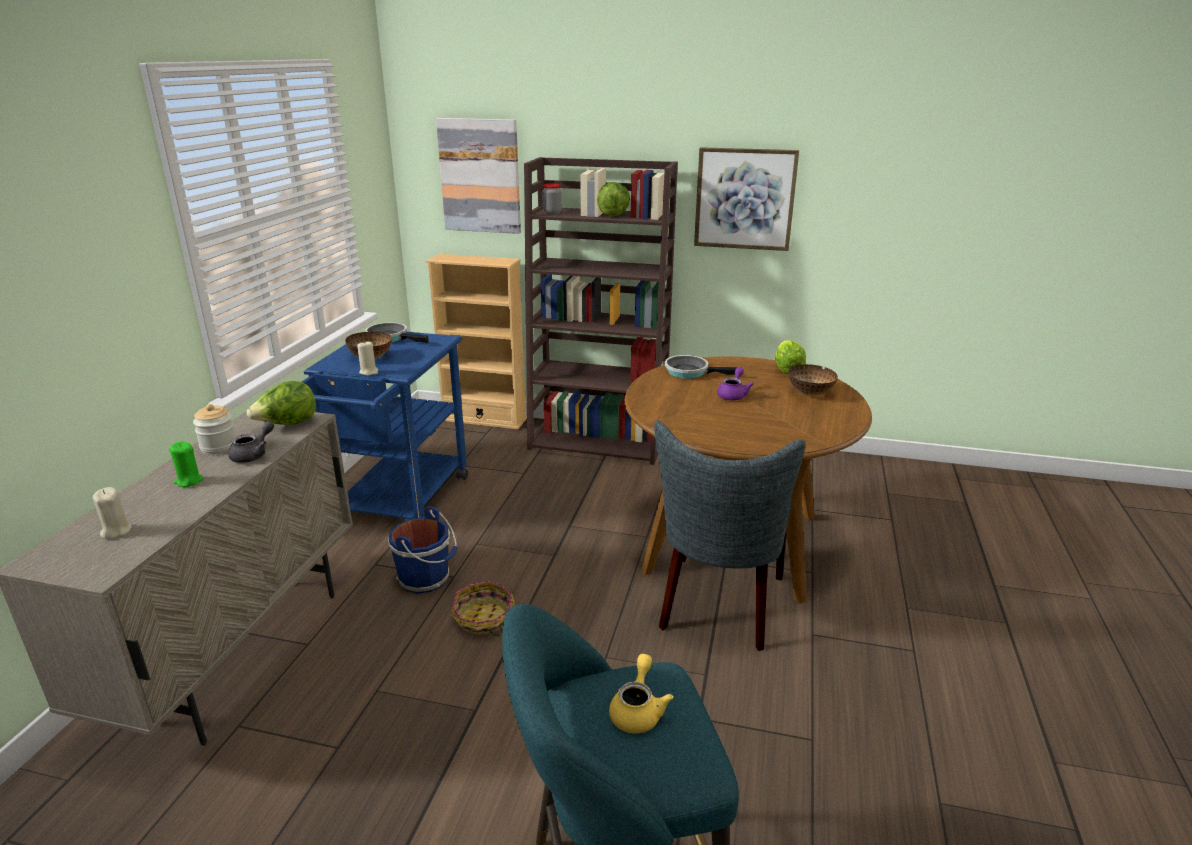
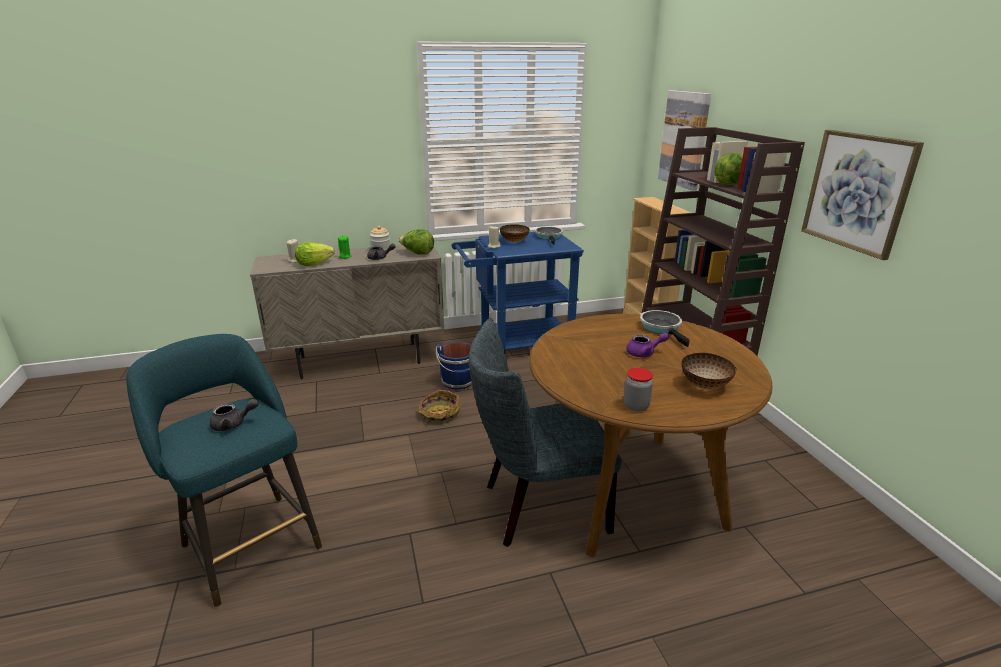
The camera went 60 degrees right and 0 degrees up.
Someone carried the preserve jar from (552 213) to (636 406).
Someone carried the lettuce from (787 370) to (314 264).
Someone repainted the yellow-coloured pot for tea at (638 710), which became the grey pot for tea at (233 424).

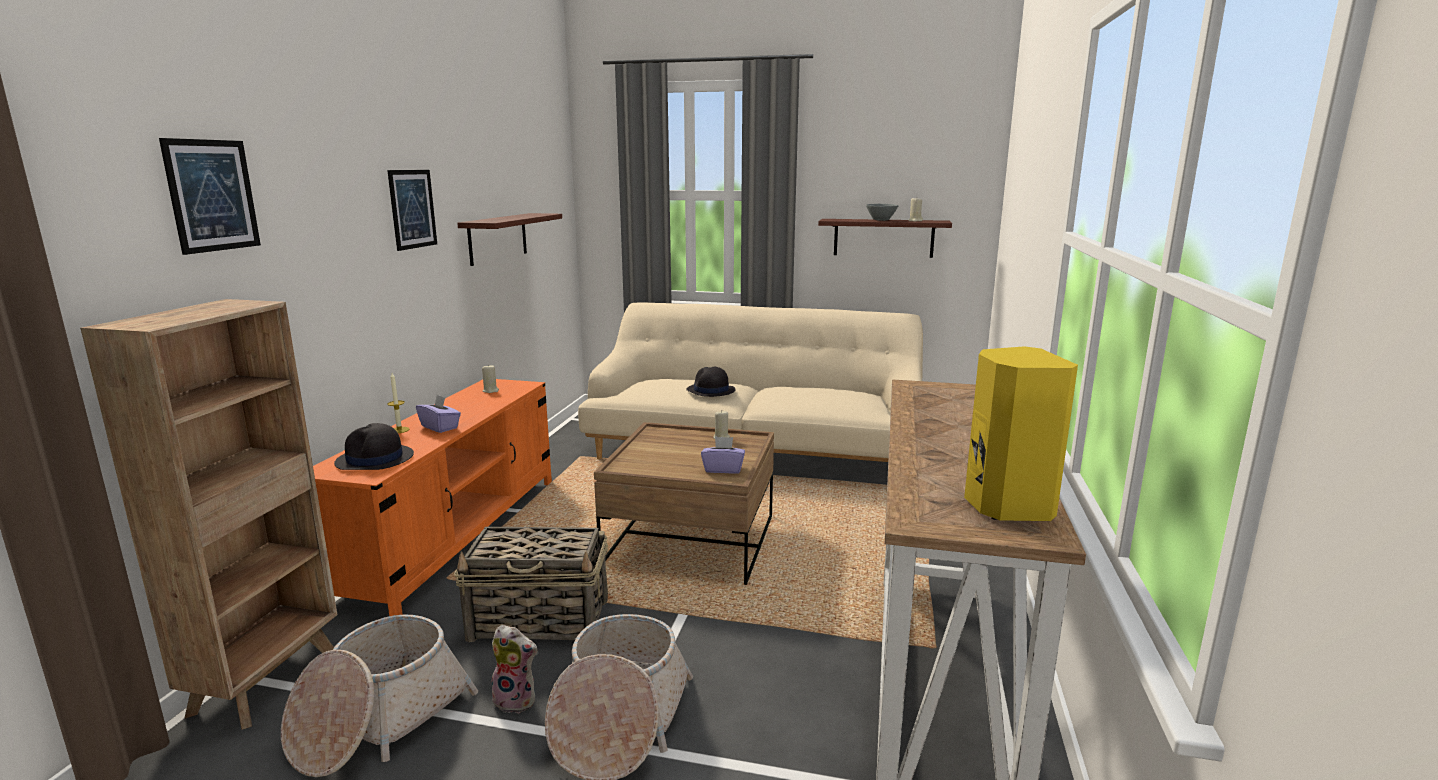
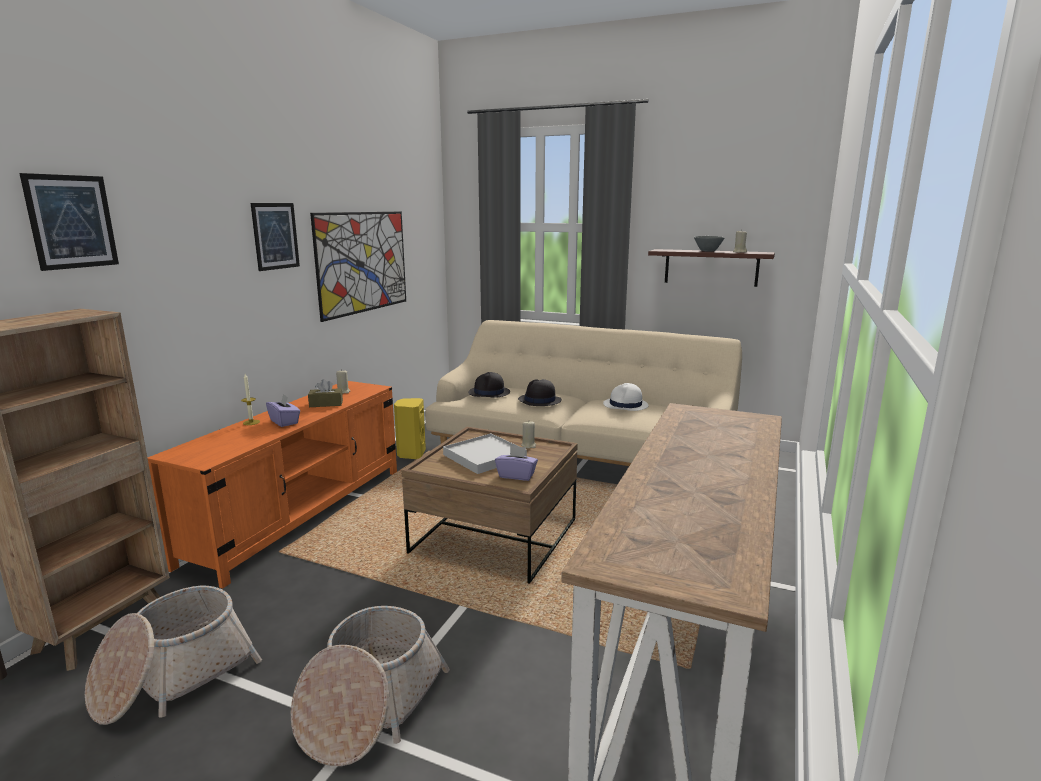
The camera went 10 degrees right and 0 degrees up.
Someone swapped the bracket shelf at (498 238) for the wall art at (363 262).
Someone carried the yellow-coloured audio speaker from (1005 506) to (411 454).
Someone carried the black-coloured wearable hat from (375 460) to (489 393).
Someone took away the household basket at (541 620).
Someone took away the cuddly toy at (517 700).
Someone put down the brown-coloured box of tissues at (326 404).
Someone put down the white-coloured wearable hat at (625 405).
Someone put down the white-coloured tray at (484 456).

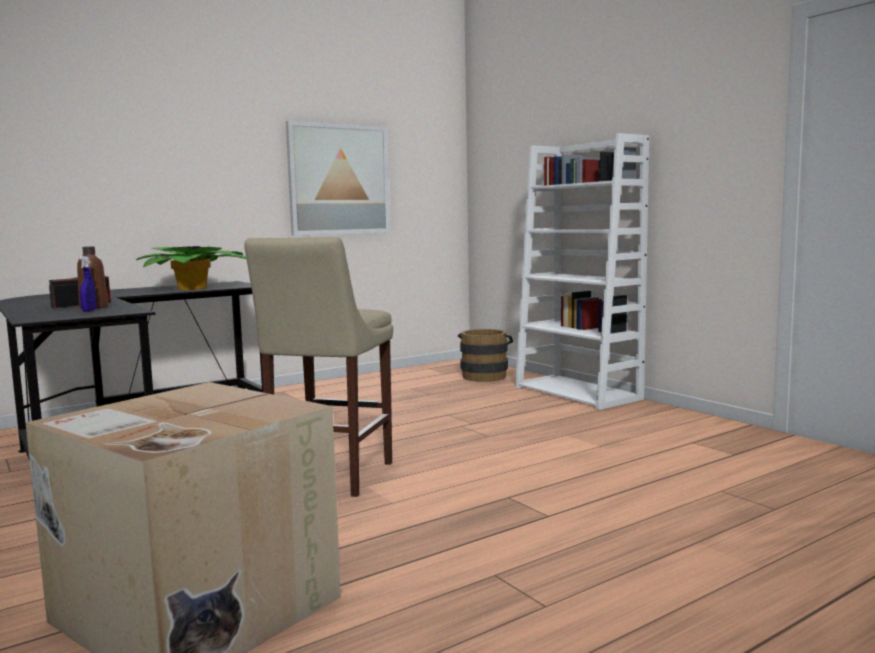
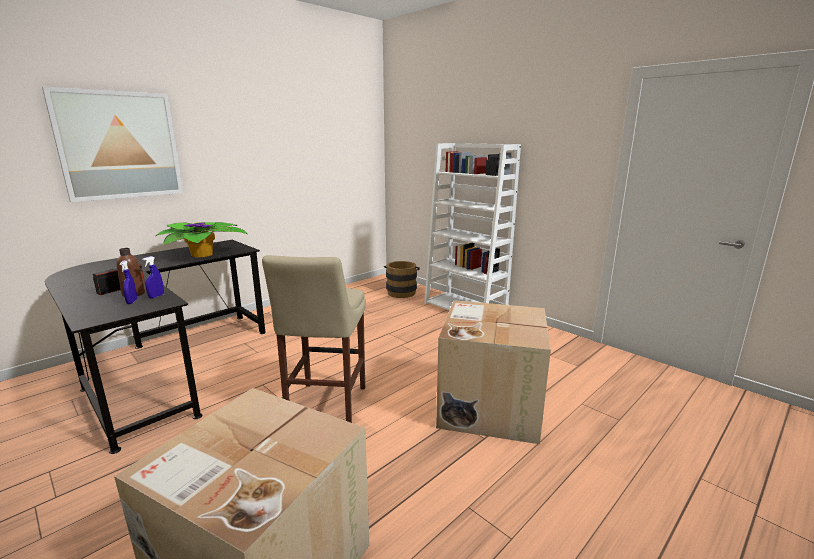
The camera went 10 degrees left and 10 degrees up.
Someone carried the wall art from (339 179) to (119 145).
Someone put down the blue spray bottle at (156 296).
Someone put down the cardboard box at (488 405).

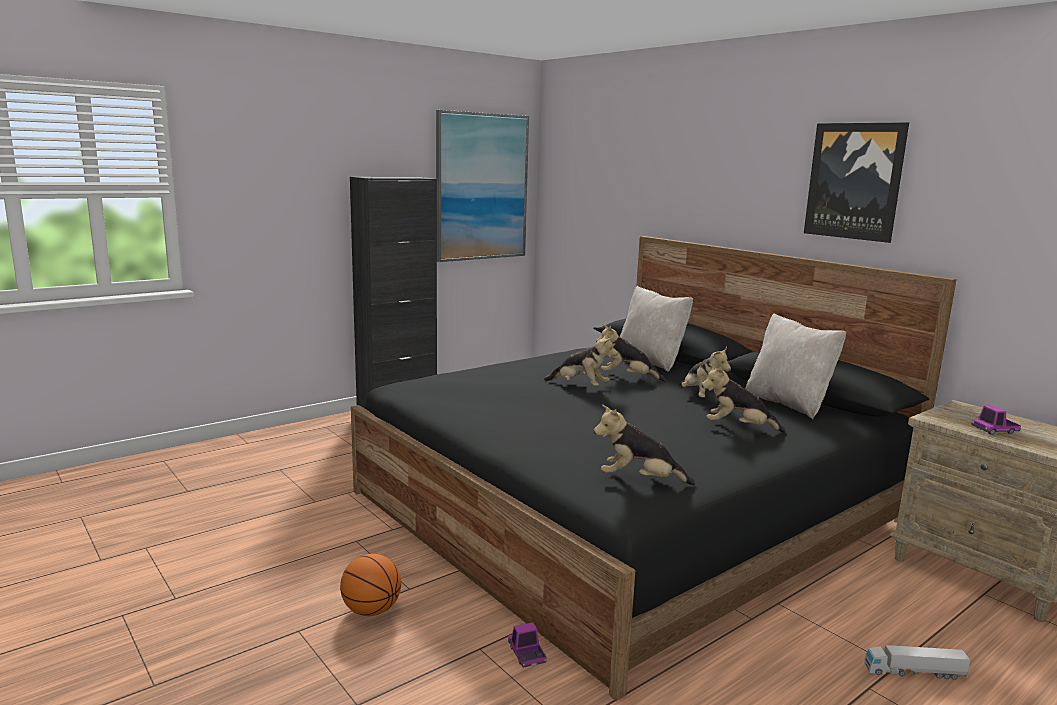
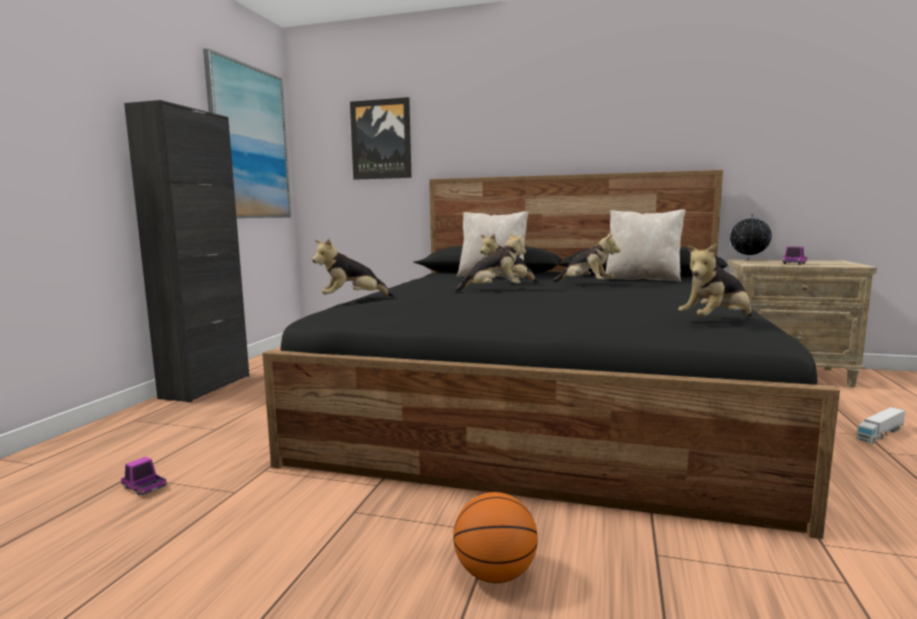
The camera went 35 degrees left and 5 degrees down.
Someone carried the wall art from (854 181) to (381 139).
Someone carried the cuddly toy from (738 428) to (352 299).
Someone carried the toy truck from (526 654) to (144 487).
Someone put down the desk globe at (748 260).

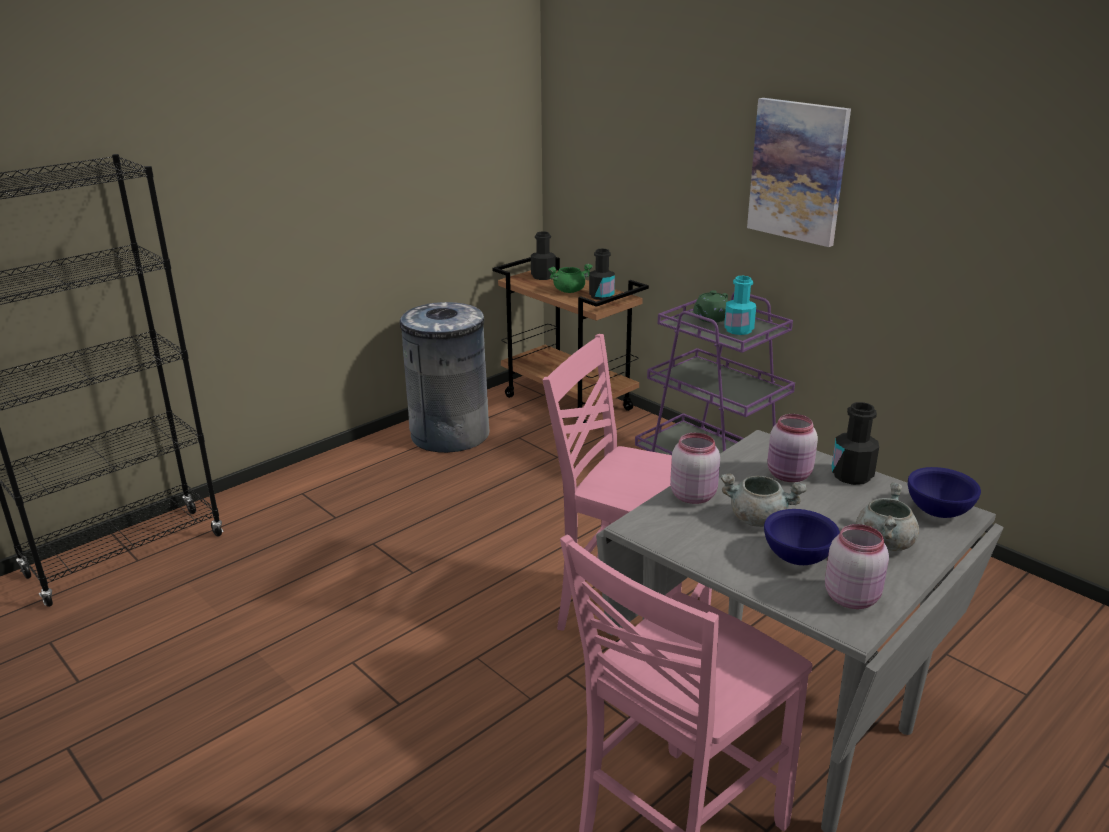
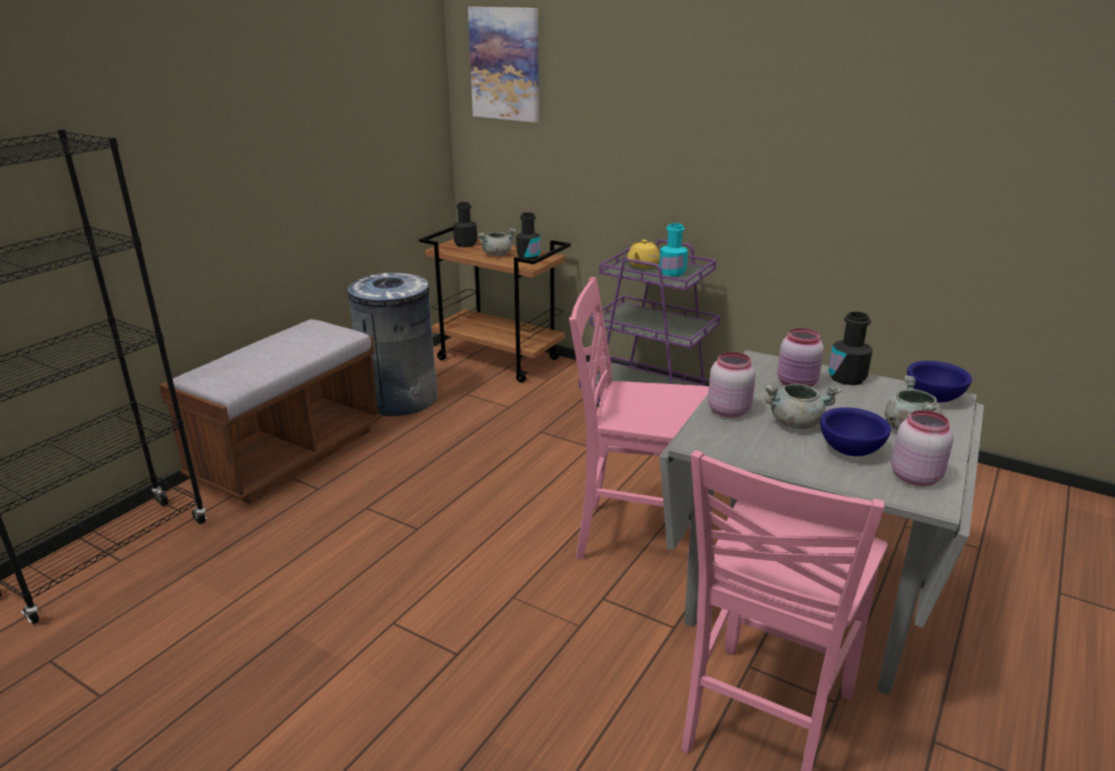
The camera went 15 degrees left and 0 degrees up.
Someone carried the wall art from (798 171) to (505 64).
Someone repainted the greenish cooking pot at (569 291), which became the grey cooking pot at (497 254).
Someone repainted the greenish pot for tea at (710 318), which became the yellow-coloured pot for tea at (642 265).
Someone put down the brown-coloured long seat at (289 454).

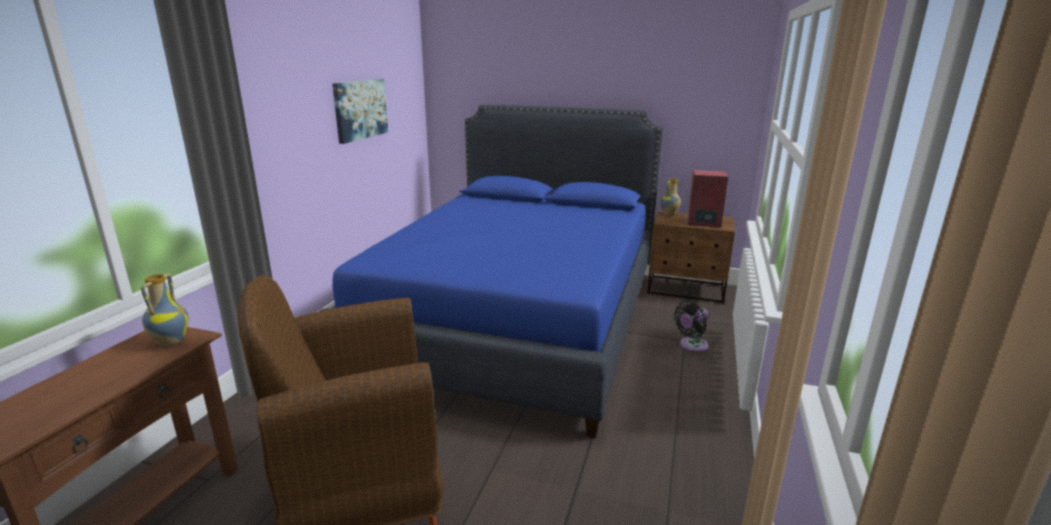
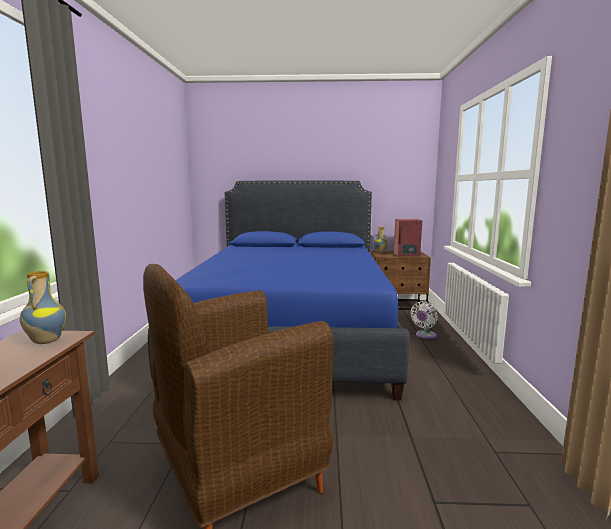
The camera went 15 degrees left and 10 degrees down.
Someone took away the wall art at (360 109).
Someone repainted the black-coloured cooling fan at (691 346), which became the white-coloured cooling fan at (425 336).

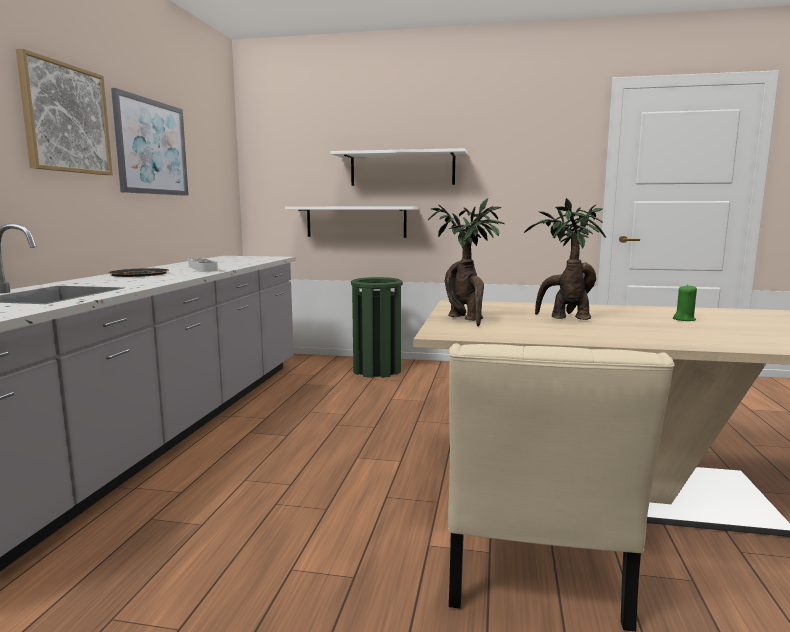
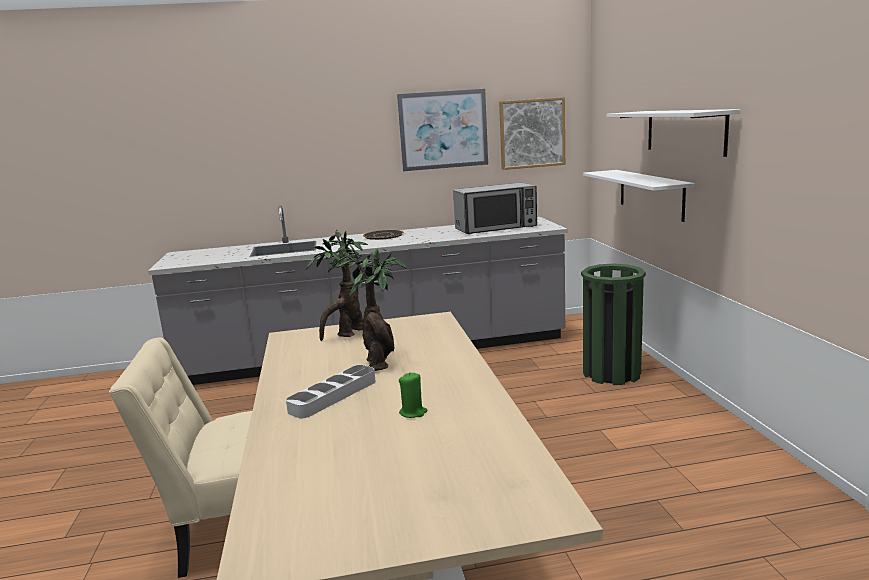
The camera went 70 degrees right and 5 degrees up.
Someone carried the wall art from (66 118) to (532 133).
Someone carried the grey tray from (202 268) to (333 396).
Someone put down the kitchen microwave at (496 228).

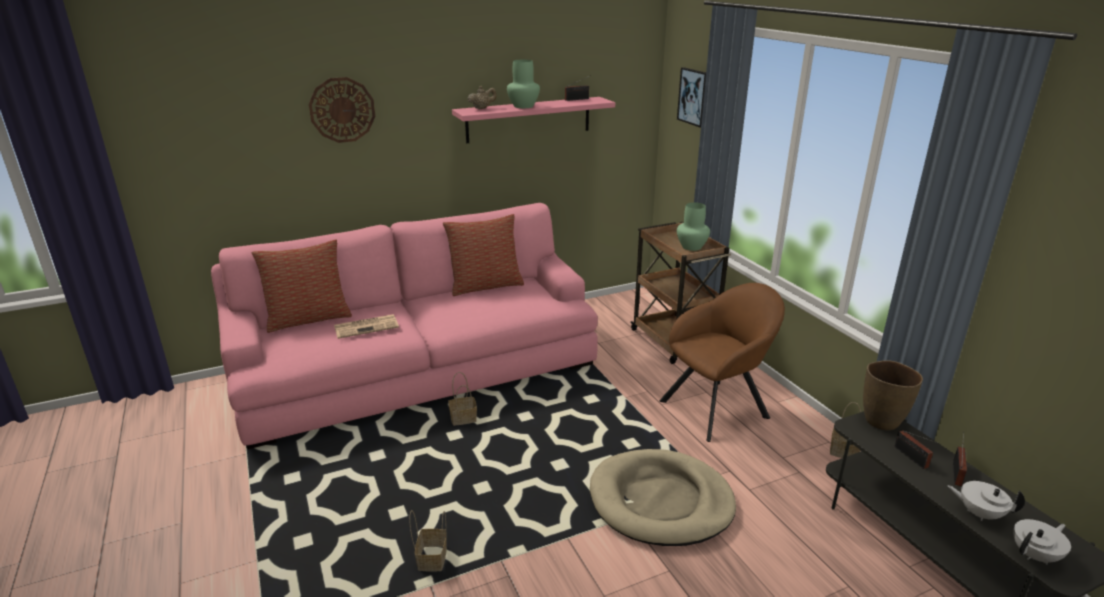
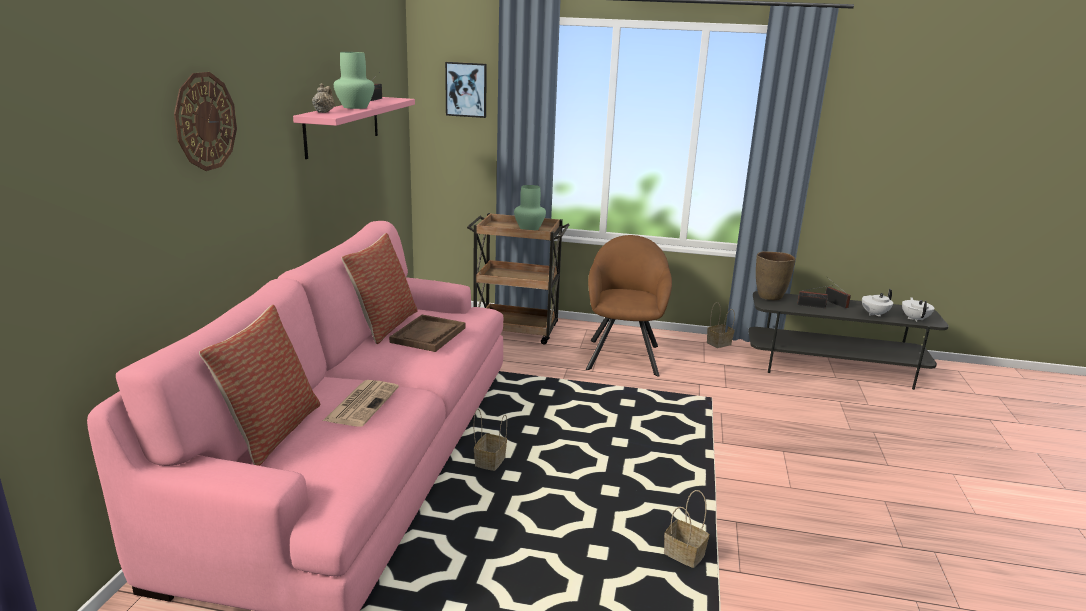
The camera went 55 degrees left and 5 degrees down.
Someone took away the beige dog bed at (660 501).
Someone put down the brown-coloured tray at (428 335).

